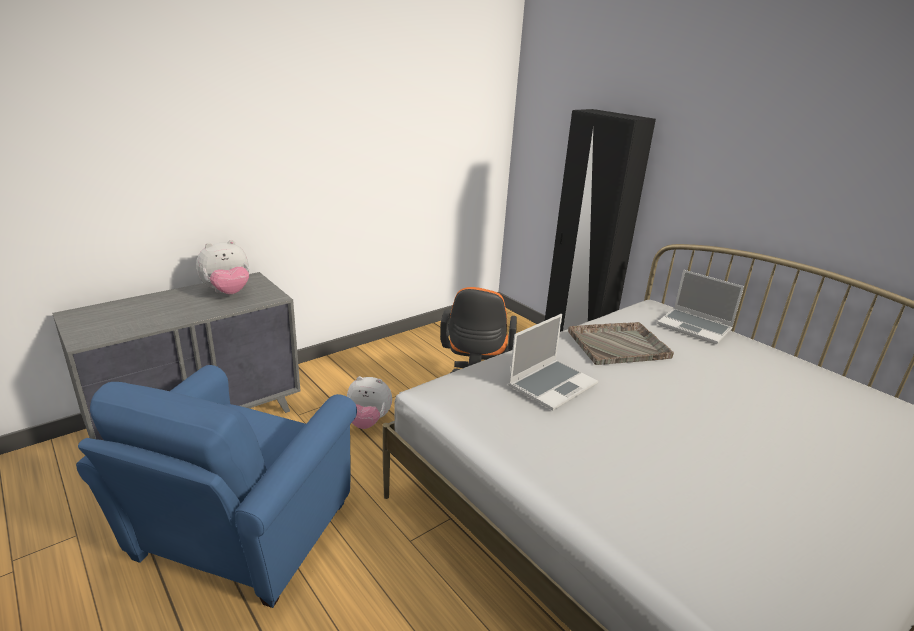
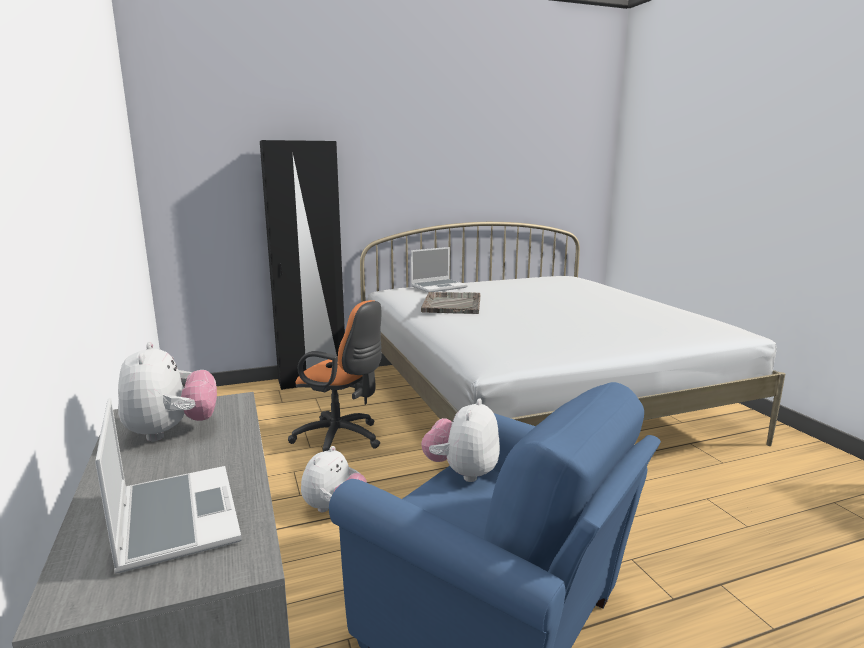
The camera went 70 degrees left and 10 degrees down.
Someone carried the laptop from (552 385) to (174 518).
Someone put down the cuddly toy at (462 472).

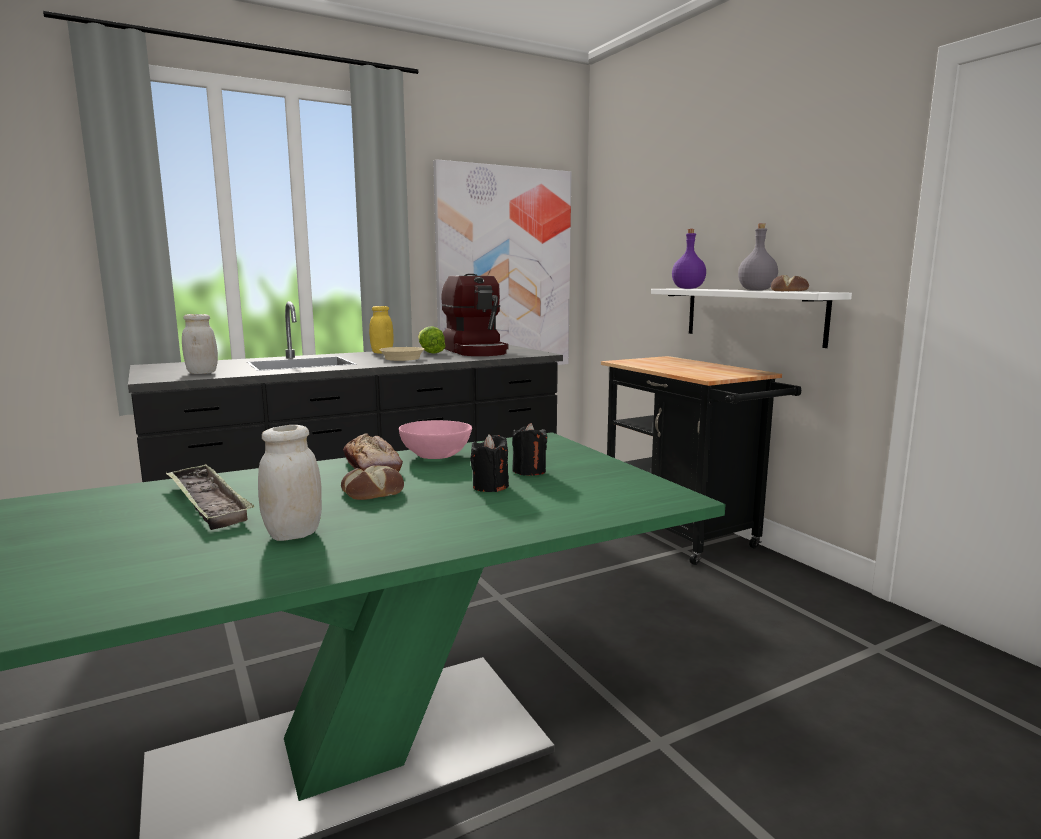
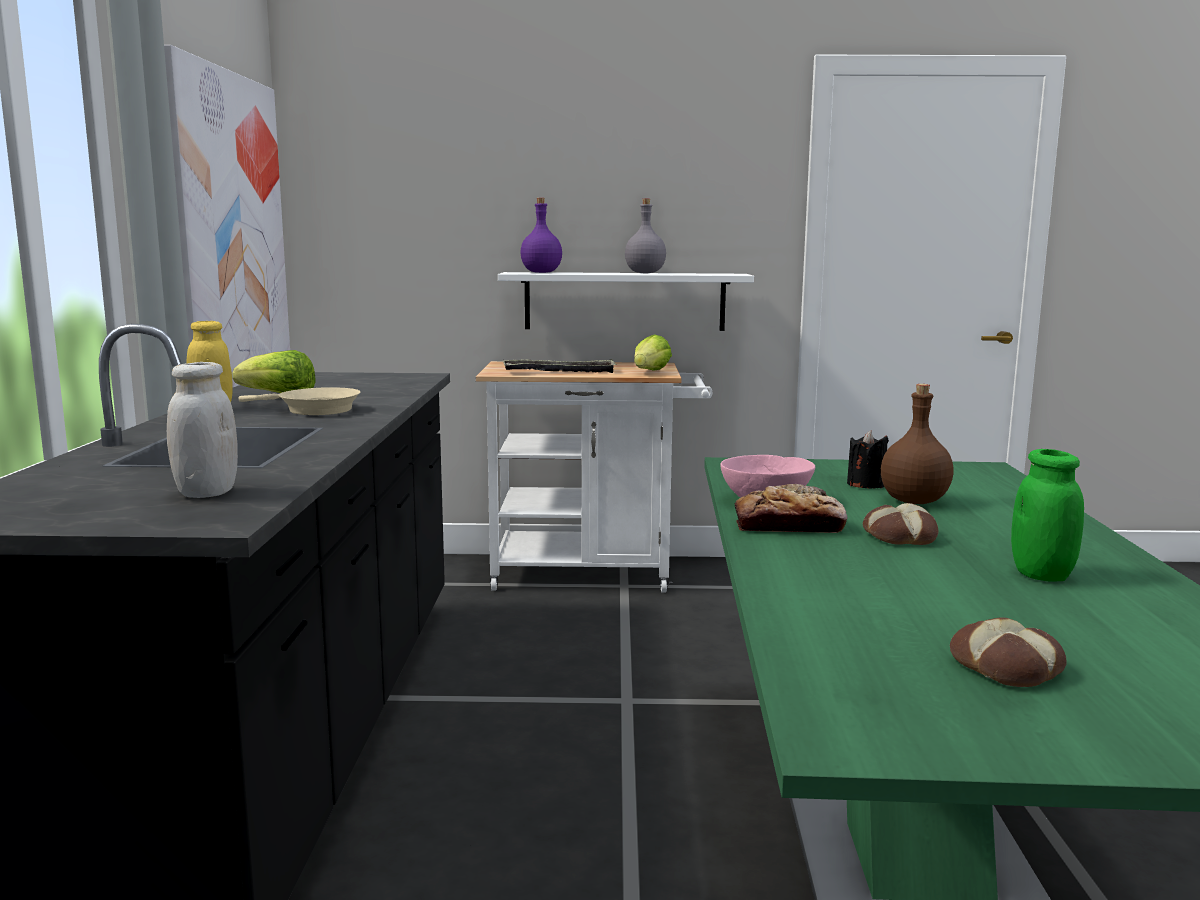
The camera went 60 degrees left and 0 degrees up.
Someone took away the coffee machine at (476 351).
Someone carried the baked bread from (790 291) to (1007 666).
Someone repainted the black-coloured trolley at (685 535), which became the white-coloured trolley at (594 573).
Someone repainted the white-coloured preserve jar at (293 534), which became the greenish preserve jar at (1041 574).
Someone swapped the black-coloured wax candle at (490 486) for the brown-coloured beverage bottle at (913 501).
Someone carried the tray from (208 502) to (559 372).
Someone put down the lettuce at (650 372).

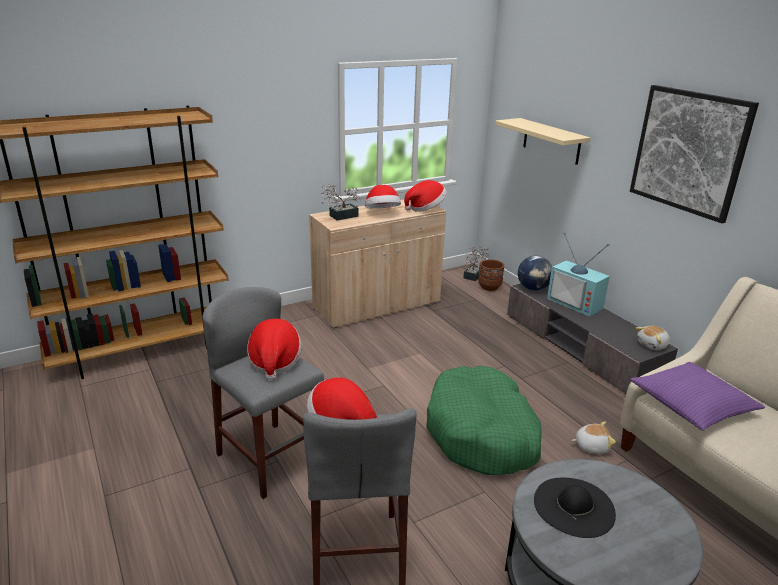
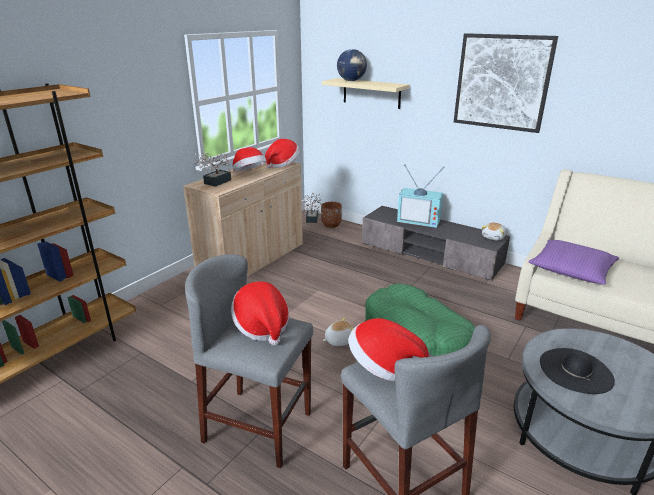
The camera went 25 degrees left and 0 degrees up.
Someone carried the desk globe from (533 289) to (351 81).
Someone carried the cuddly toy from (591 446) to (339 340).

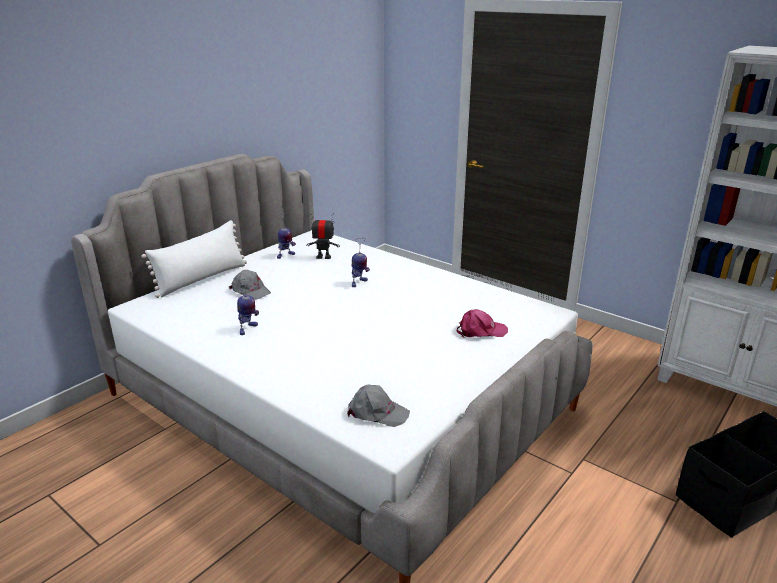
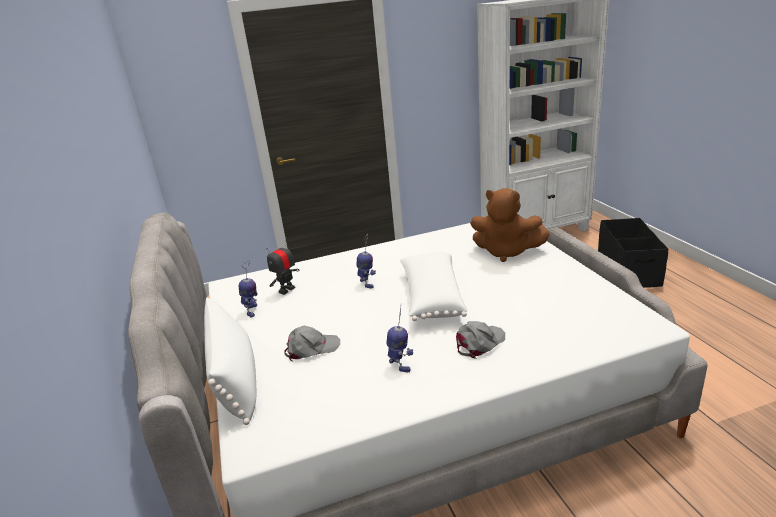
The camera went 55 degrees left and 0 degrees up.
Someone swapped the pink baseball cap at (480 331) for the brown-coloured cuddly toy at (506 252).
Someone carried the grey baseball cap from (377 413) to (479 343).
Someone put down the white-coloured pillow at (431 297).

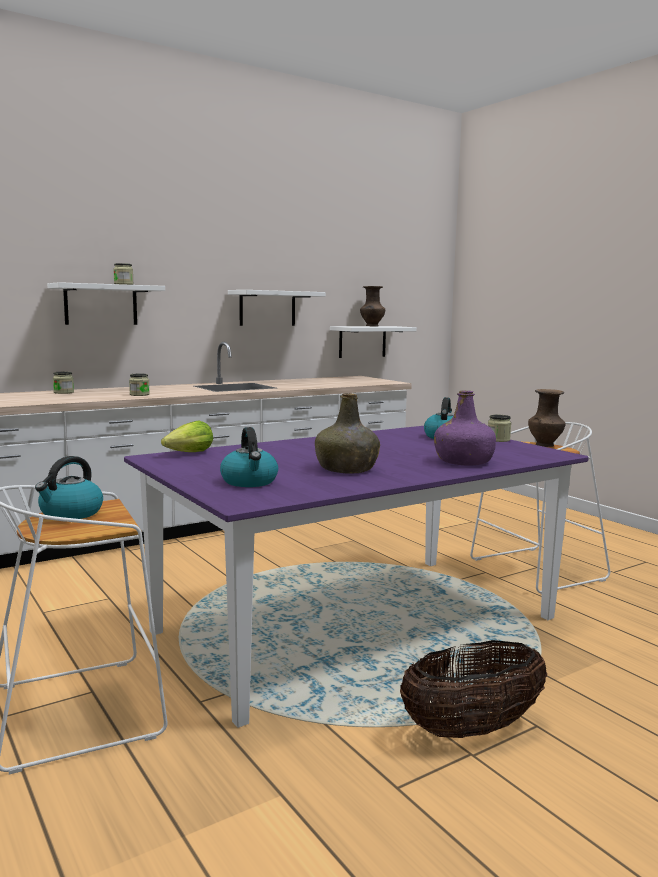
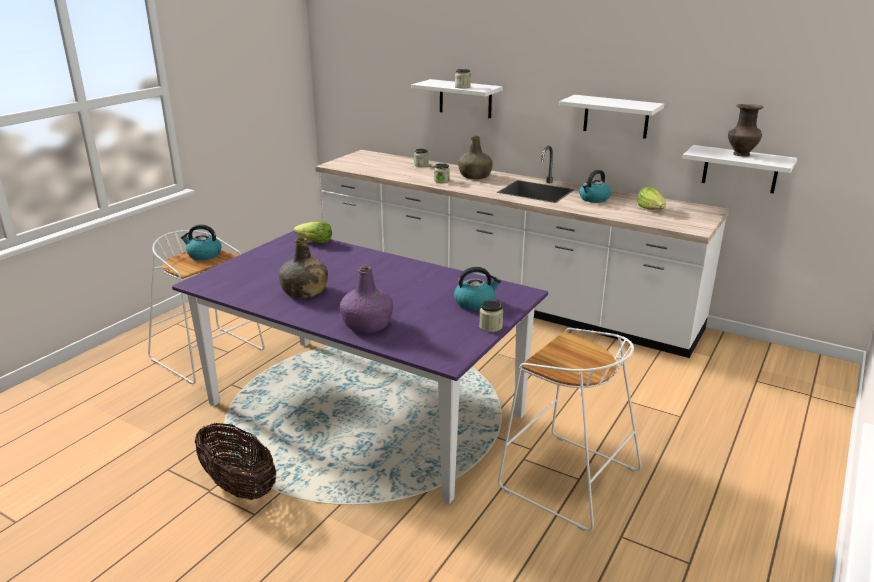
The camera went 65 degrees right and 15 degrees up.
Someone took away the brown-coloured vase at (545 445).
Someone carried the kettle from (250 482) to (594 199).
Someone put down the greenish beverage bottle at (475 176).
Someone put down the lettuce at (651 209).

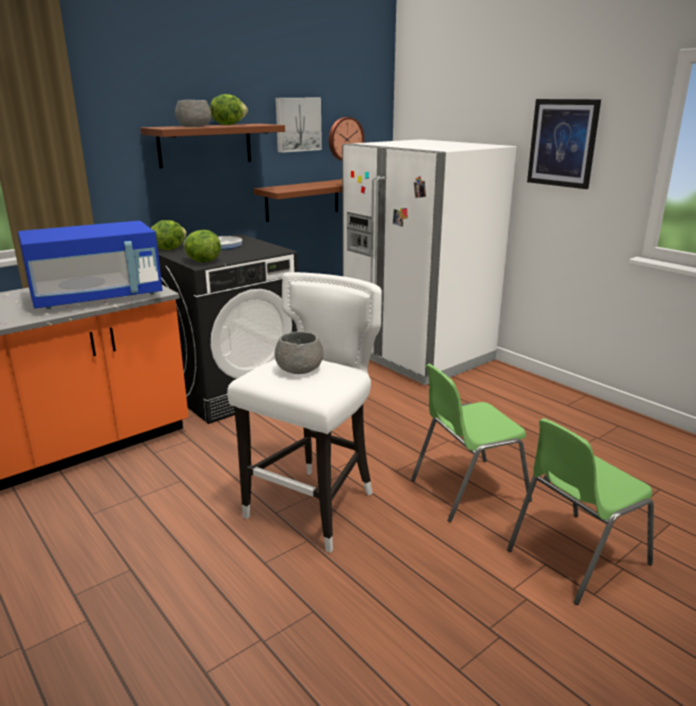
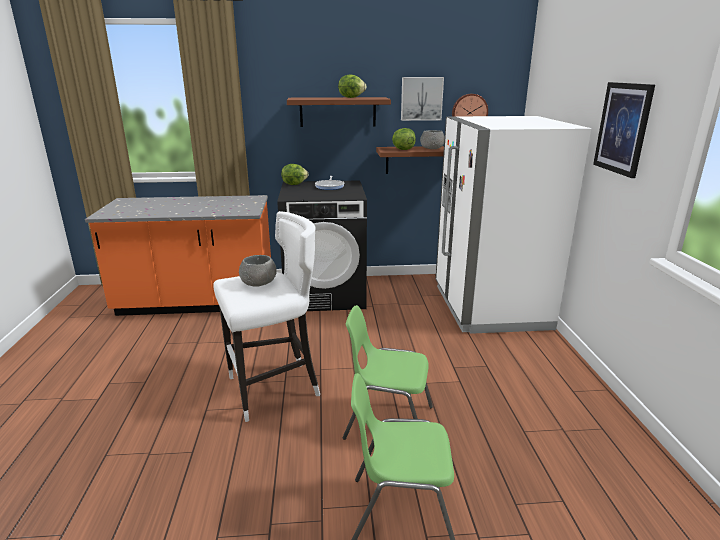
The camera went 35 degrees right and 0 degrees up.
Someone carried the grey deep dish from (194 126) to (431 148).
Someone took away the blue kitchen microwave at (97 298).
Someone carried the lettuce from (202 261) to (402 149).

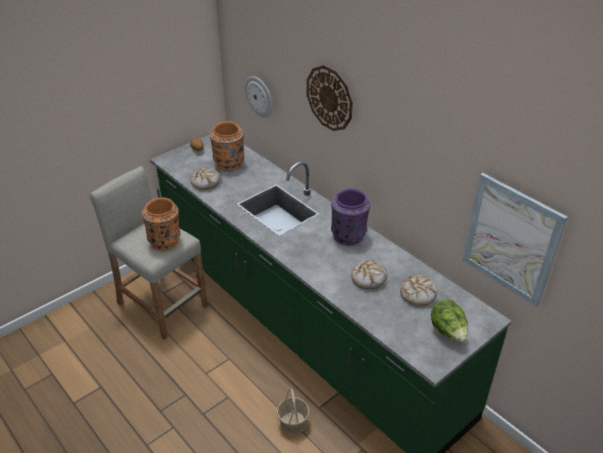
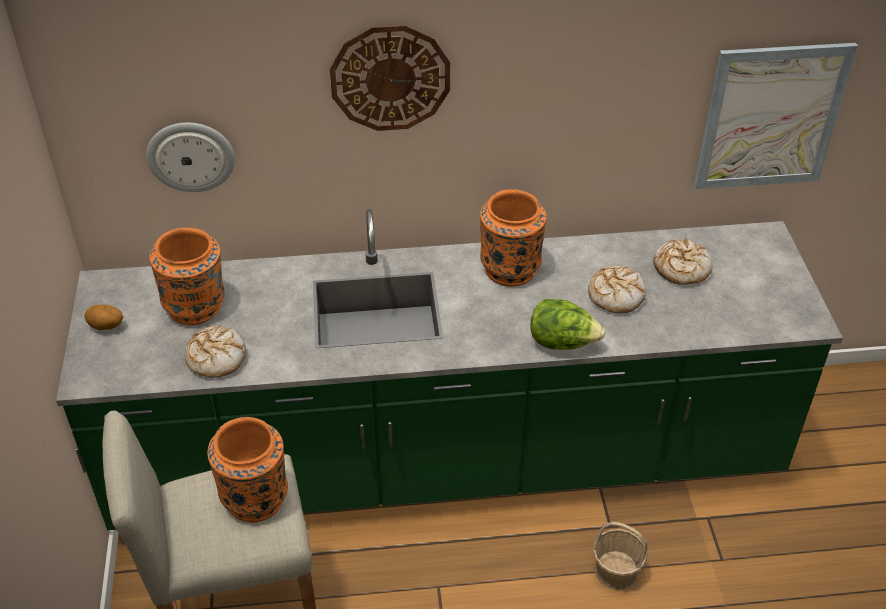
The camera went 55 degrees left and 5 degrees up.
Someone repainted the purple vase at (348 235), which became the orange-coloured vase at (510 268).
Someone carried the lettuce from (448 332) to (562 343).

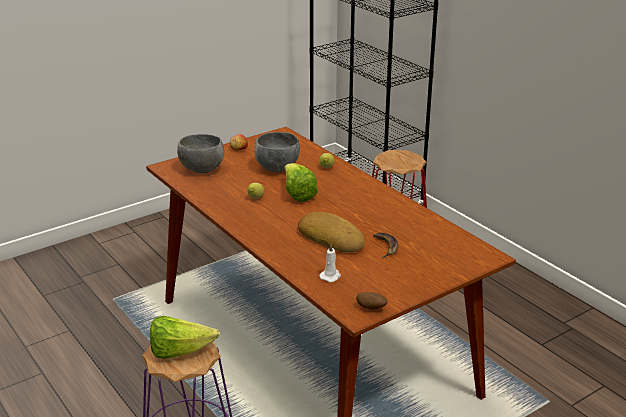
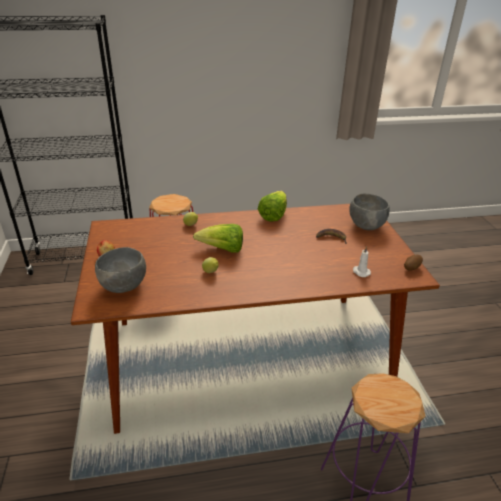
The camera went 65 degrees left and 5 degrees up.
Someone carried the grey deep dish from (277 168) to (366 226).
Someone took away the baked bread at (331 237).
Someone carried the lettuce from (179 352) to (273 215).

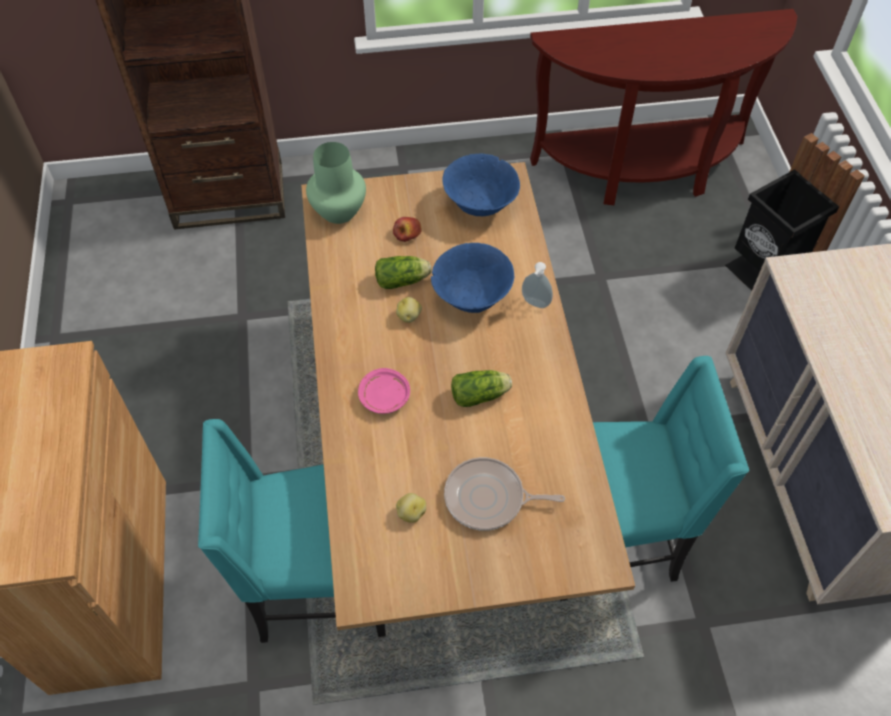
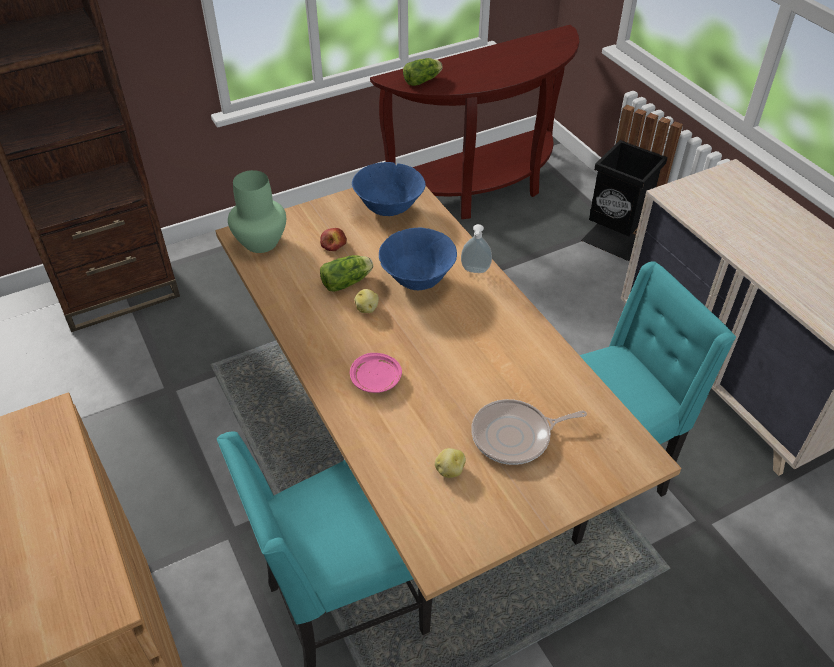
The camera went 20 degrees left and 10 degrees down.
Someone carried the lettuce from (481 395) to (423 80).

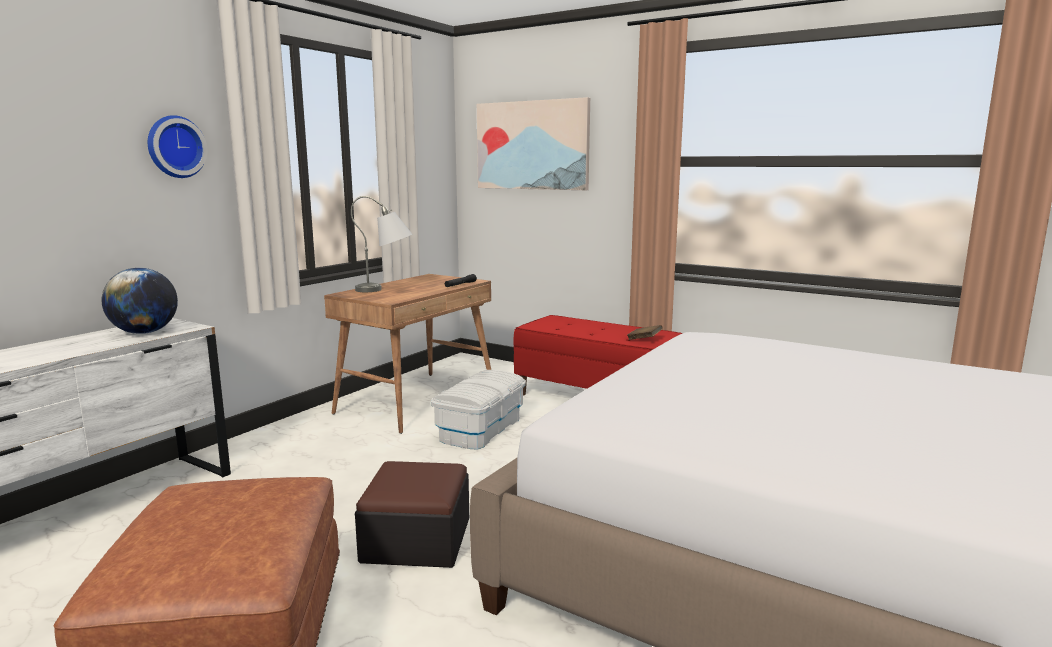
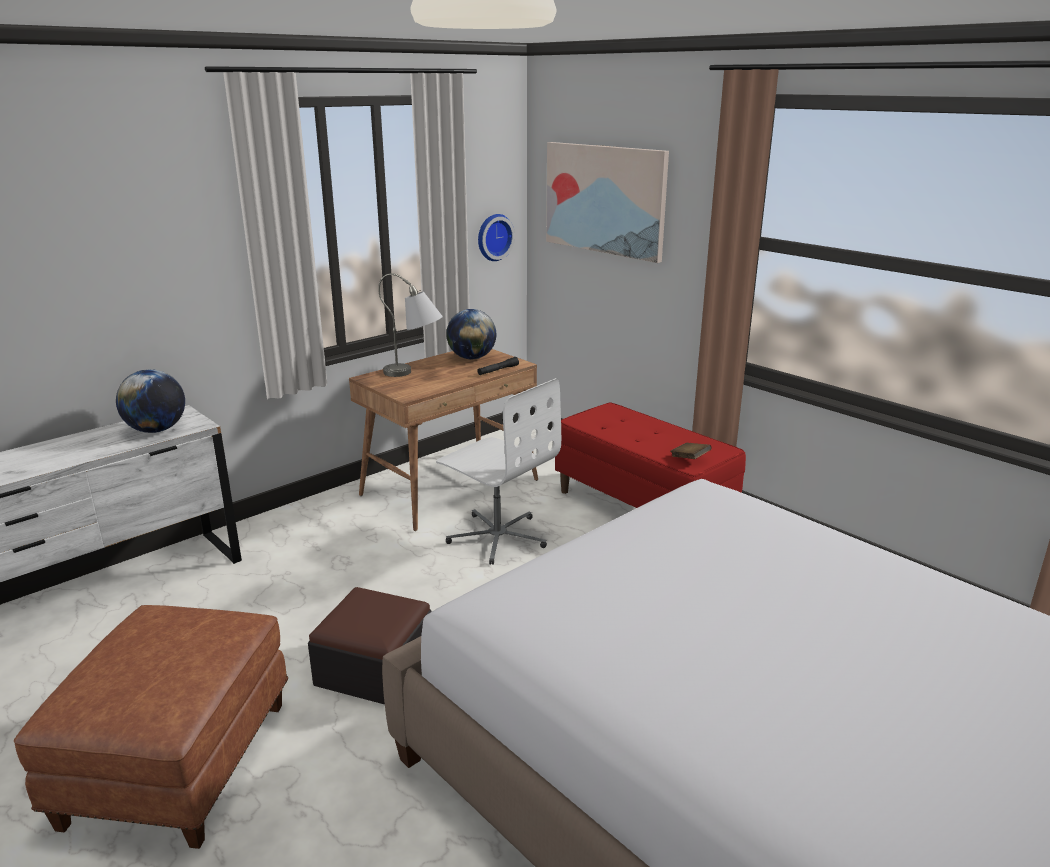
The camera went 15 degrees right and 10 degrees up.
Someone carried the clock on the wall from (175 147) to (493 237).
Someone swapped the white-coloured storage container at (481 429) for the white-coloured office chair at (497 537).
Someone put down the desk globe at (472 358).

